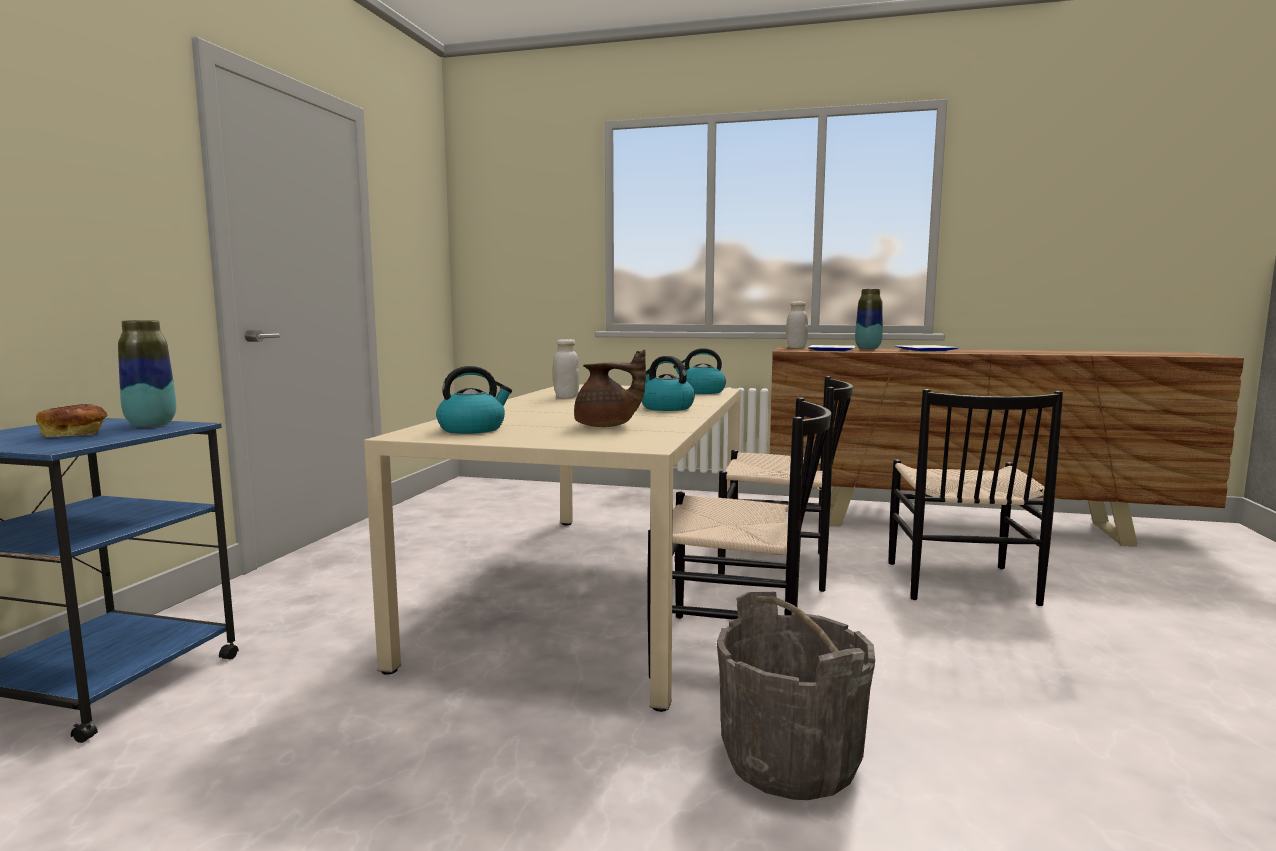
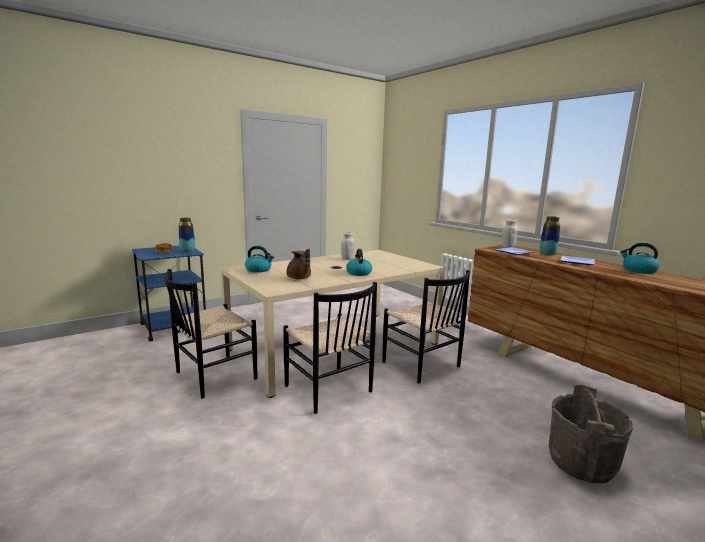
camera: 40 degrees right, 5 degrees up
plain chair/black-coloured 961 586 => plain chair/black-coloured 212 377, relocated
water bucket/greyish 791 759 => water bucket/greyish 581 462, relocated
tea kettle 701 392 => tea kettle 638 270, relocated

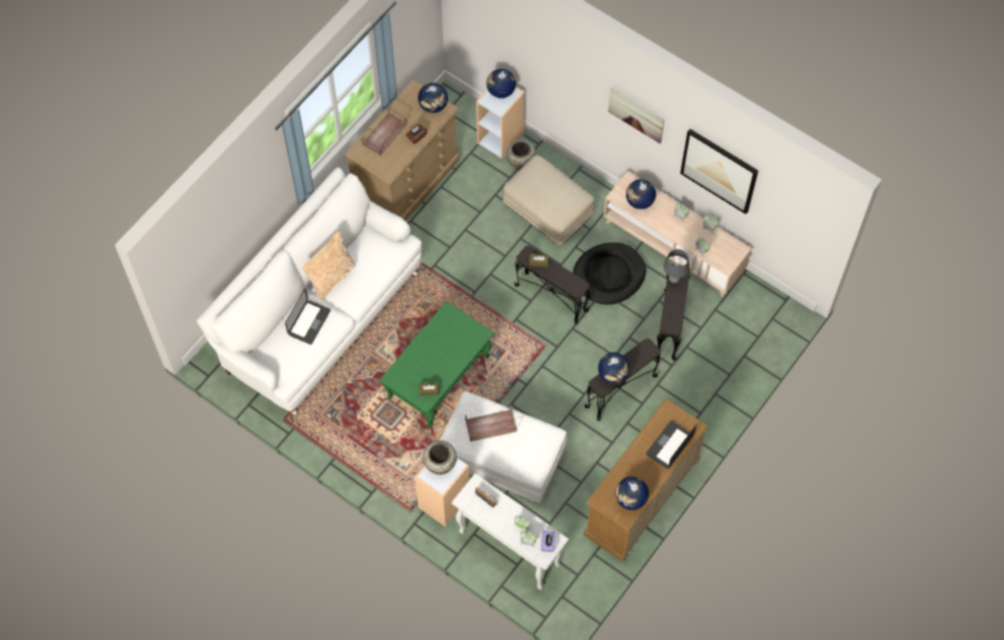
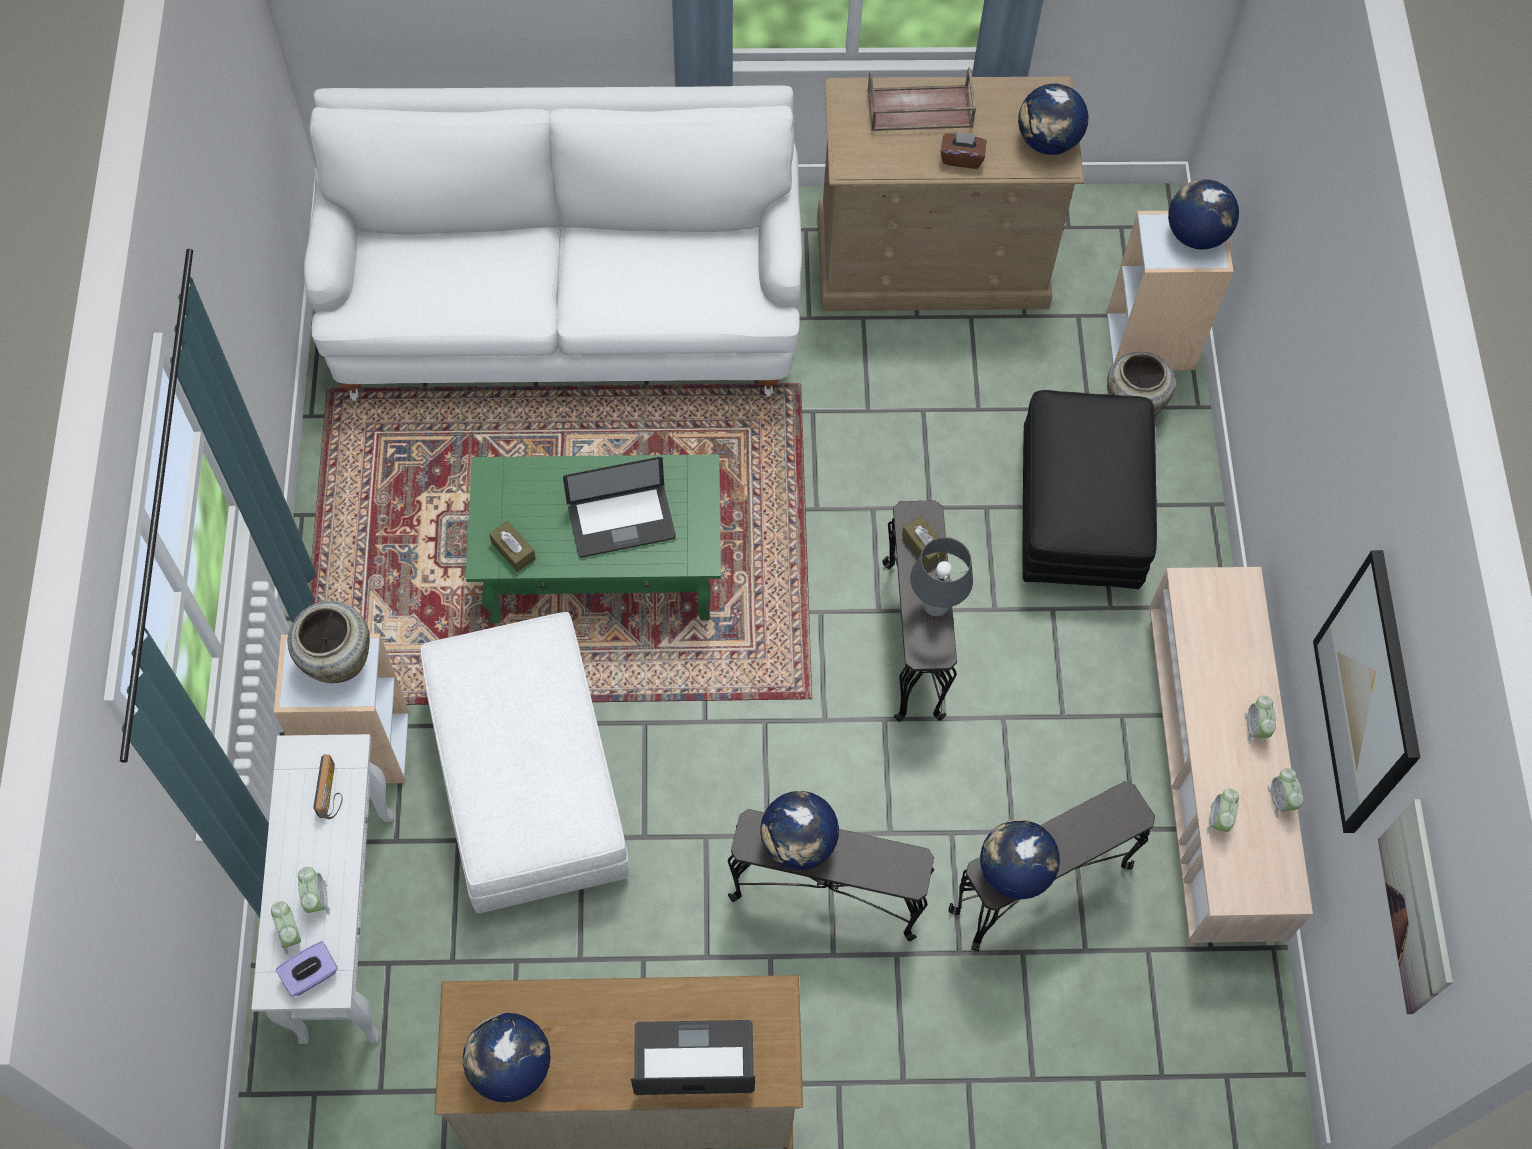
camera: 50 degrees right, 0 degrees up
laptop 309 322 => laptop 621 522, relocated
table lamp/greyish 674 279 => table lamp/greyish 934 606, relocated
world globe 639 201 => world globe 1014 871, relocated
footrest/beige-coloured 547 212 => footrest/black-coloured 1078 514
wall art 636 114 => wall art 1416 907, relocated
throw pillow/beige-coloured 332 278 => nothing
carrying tray/brown-coloured 490 426 => nothing
pet bed/black-coloured 609 275 => nothing

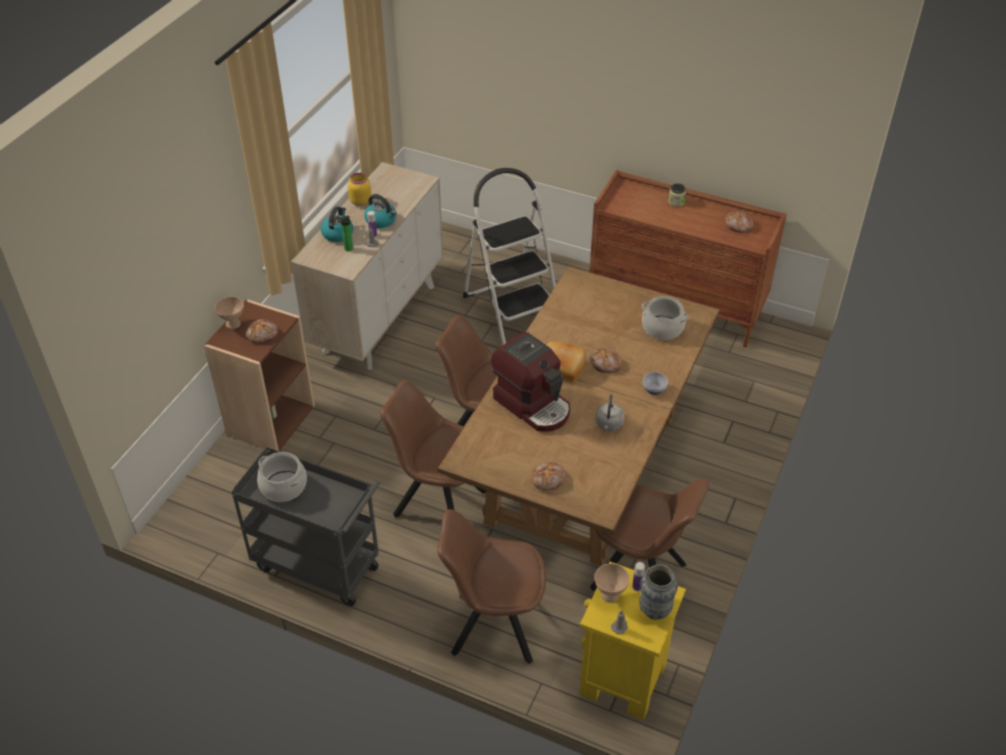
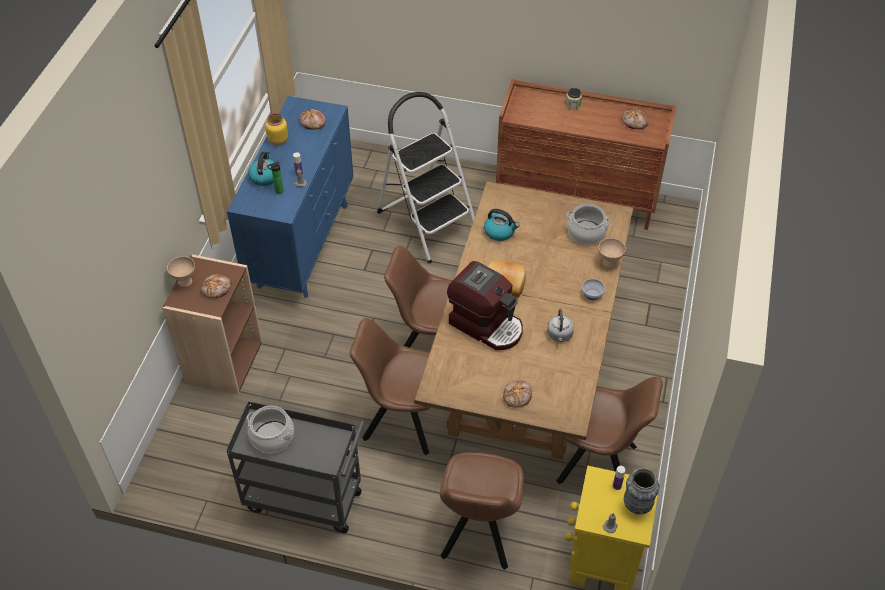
camera: 10 degrees left, 5 degrees up
chest of drawers/white 379 319 => chest of drawers/bluish 302 245
baked bread 605 364 => baked bread 313 123, relocated
plain chair/brown-coloured 494 627 => plain chair/brown-coloured 479 532, 75 degrees counterclockwise
tea kettle 381 220 => tea kettle 500 232, relocated
bowl/beige-coloured 609 594 => bowl/beige-coloured 609 263, relocated

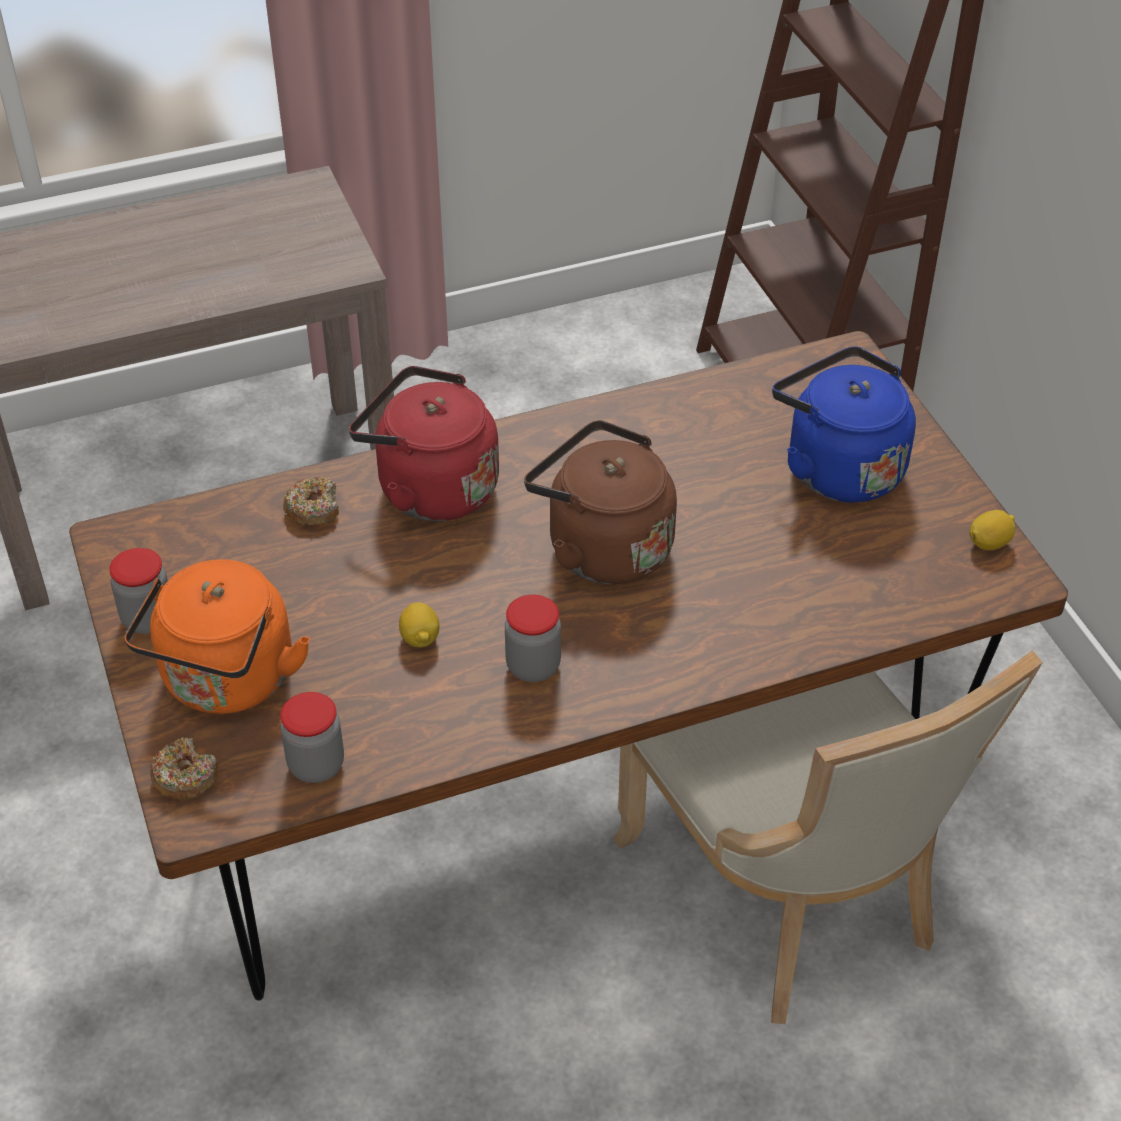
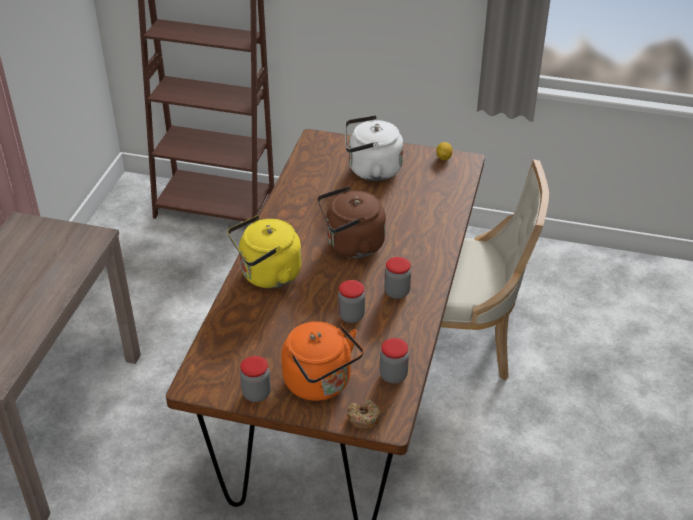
camera: 55 degrees left, 5 degrees down
tea kettle/red 430 488 => tea kettle/yellow 267 275
lemon 420 638 => preserve jar 351 316
tea kettle/bluish 838 467 => tea kettle/white 371 170
donut 313 509 => nothing

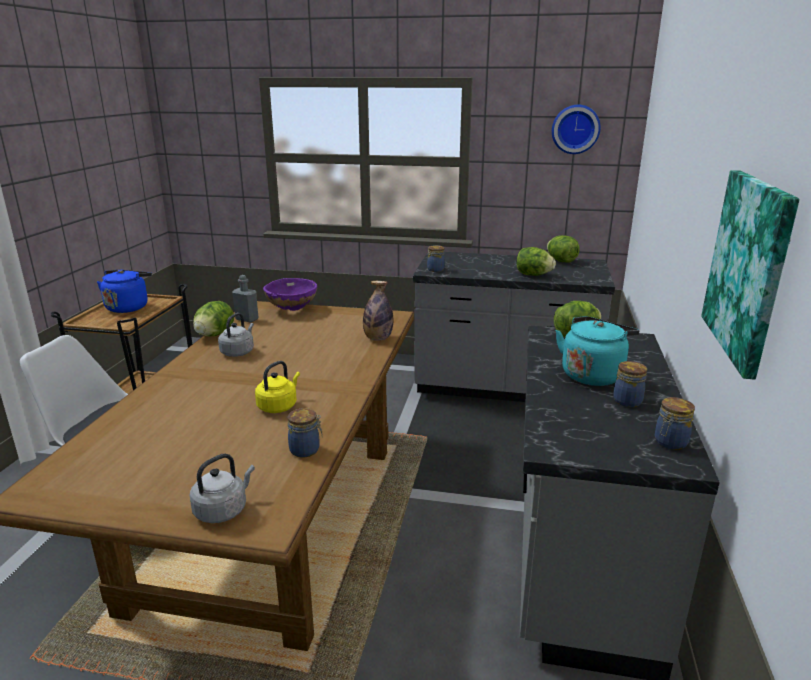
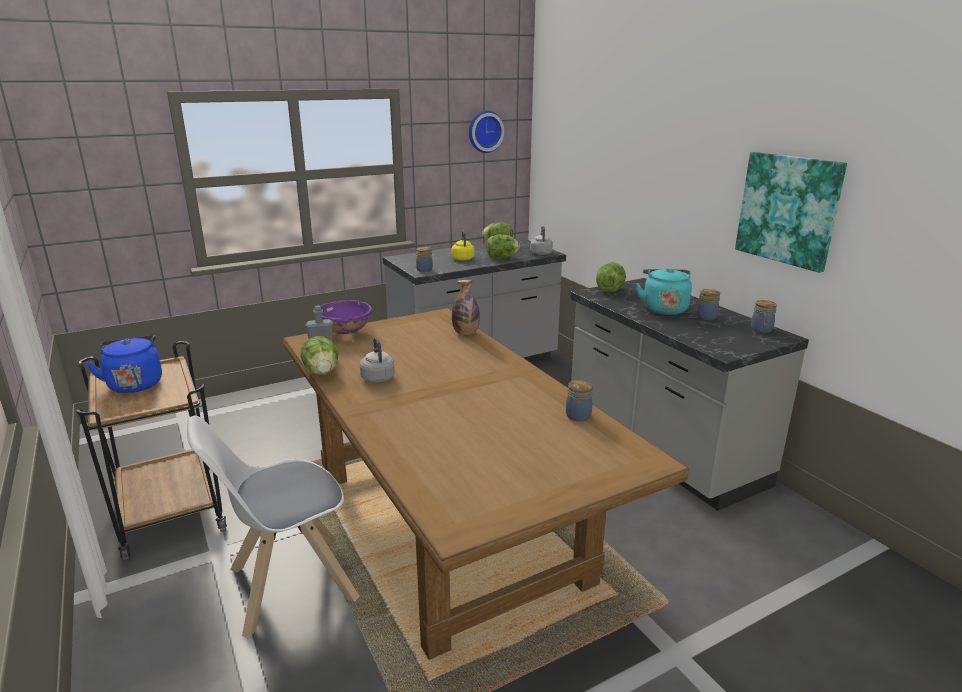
camera: 40 degrees left, 0 degrees up
tea kettle/yellow 279 406 => tea kettle/yellow 462 258, relocated
tea kettle/greyish 223 510 => tea kettle/greyish 541 253, relocated

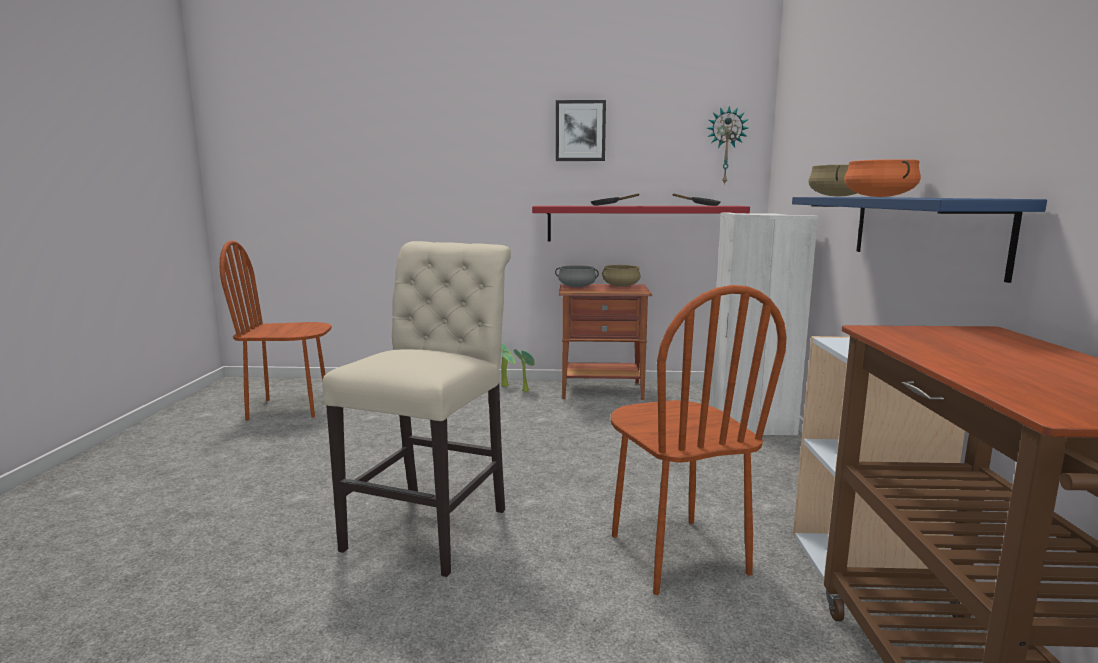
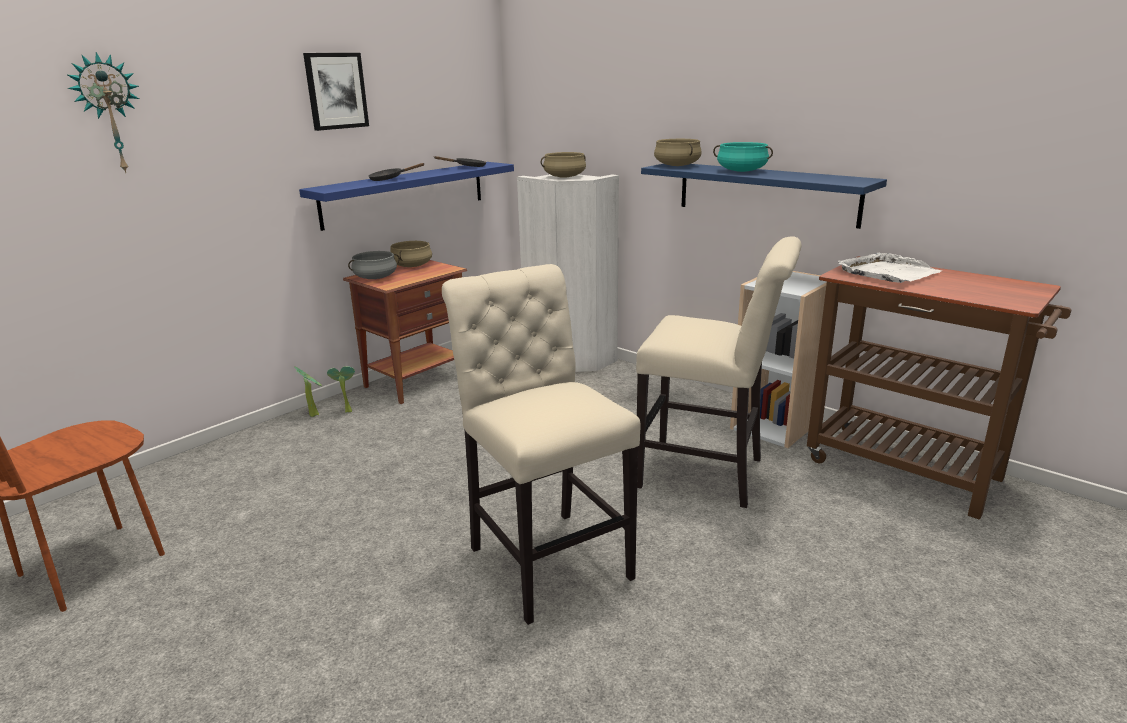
camera: 50 degrees left, 10 degrees up
wall clock 725 146 => wall clock 109 114, relocated
shelf/red 636 223 => shelf/bluish 405 194
nothing => saucepot/beige-coloured 564 177
plain chair/brown-coloured 677 554 => sitting stool/beige-coloured 708 475
saucepot/orangey 878 197 => saucepot/blue-green 741 171
nothing => carrying tray/white 888 272

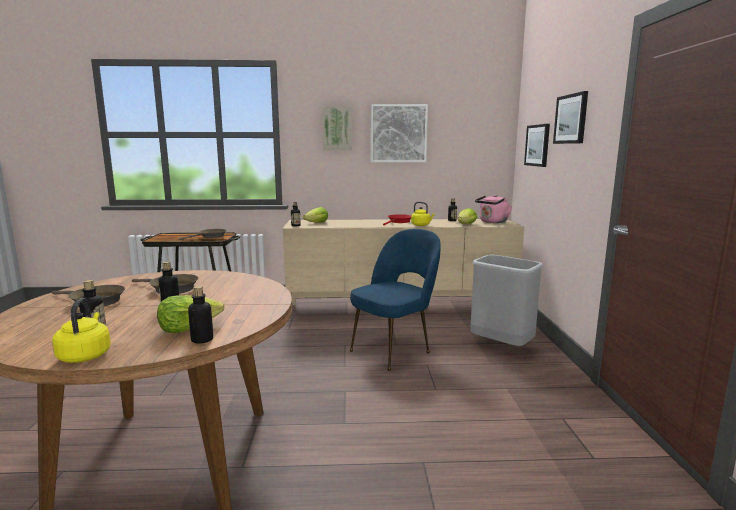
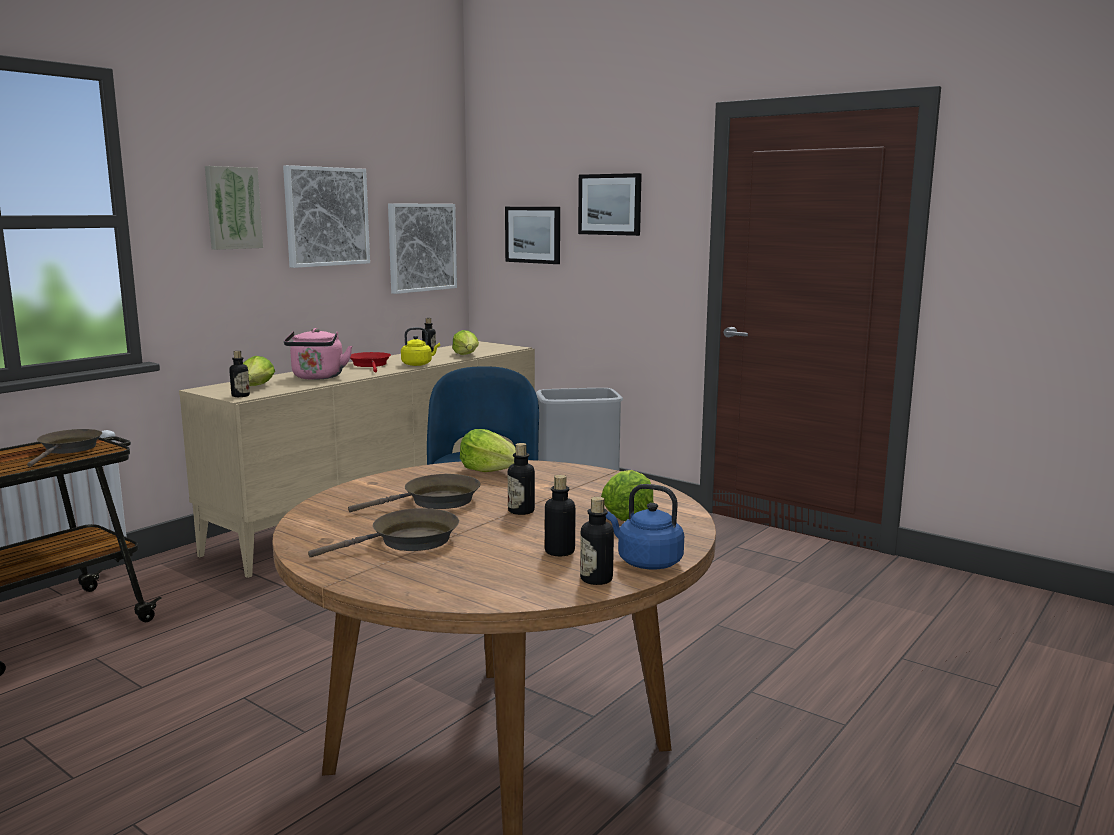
camera: 50 degrees left, 0 degrees up
tea kettle/pink-coloured 492 222 => tea kettle/pink-coloured 317 377, relocated
nothing => wall art 421 247
nothing => lettuce 491 471
drink bottle 202 340 => drink bottle 596 579, relocated
tea kettle/yellow 85 355 => tea kettle/bluish 646 562

